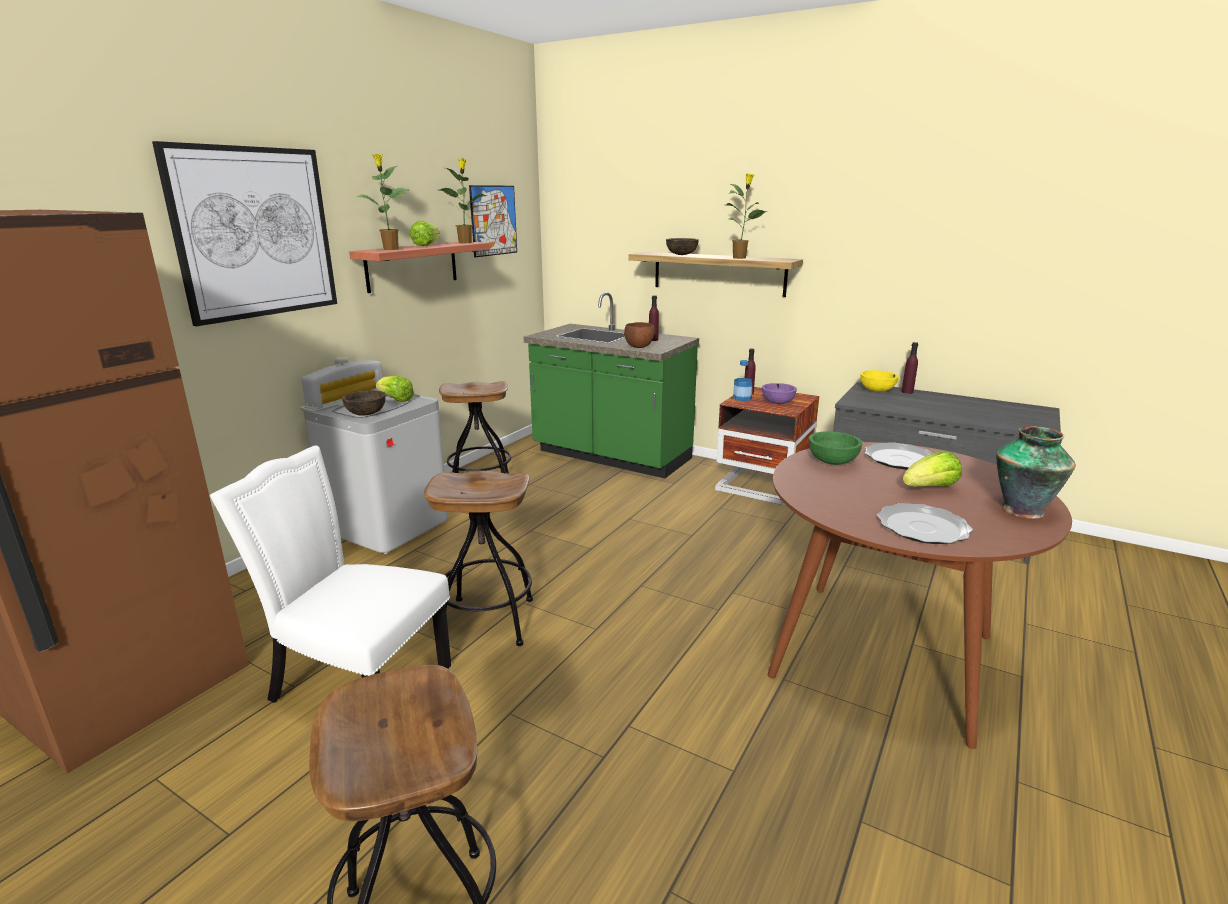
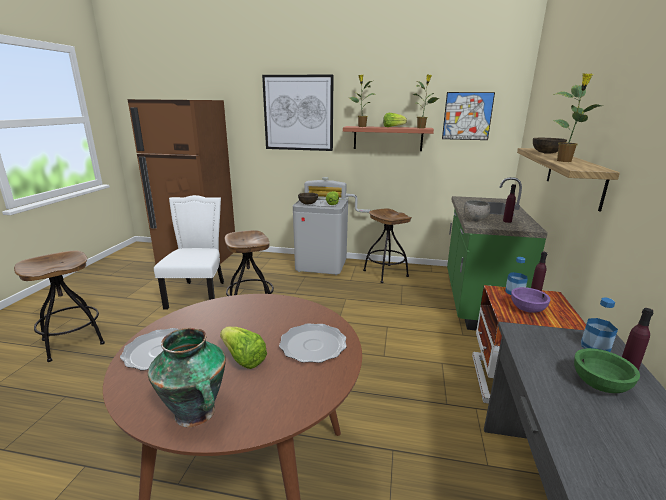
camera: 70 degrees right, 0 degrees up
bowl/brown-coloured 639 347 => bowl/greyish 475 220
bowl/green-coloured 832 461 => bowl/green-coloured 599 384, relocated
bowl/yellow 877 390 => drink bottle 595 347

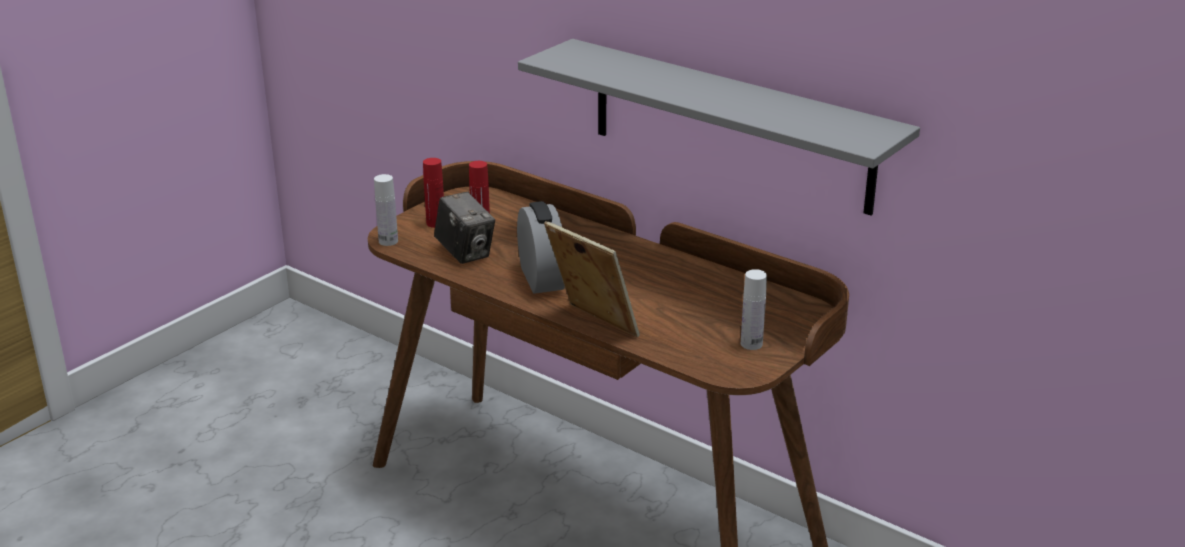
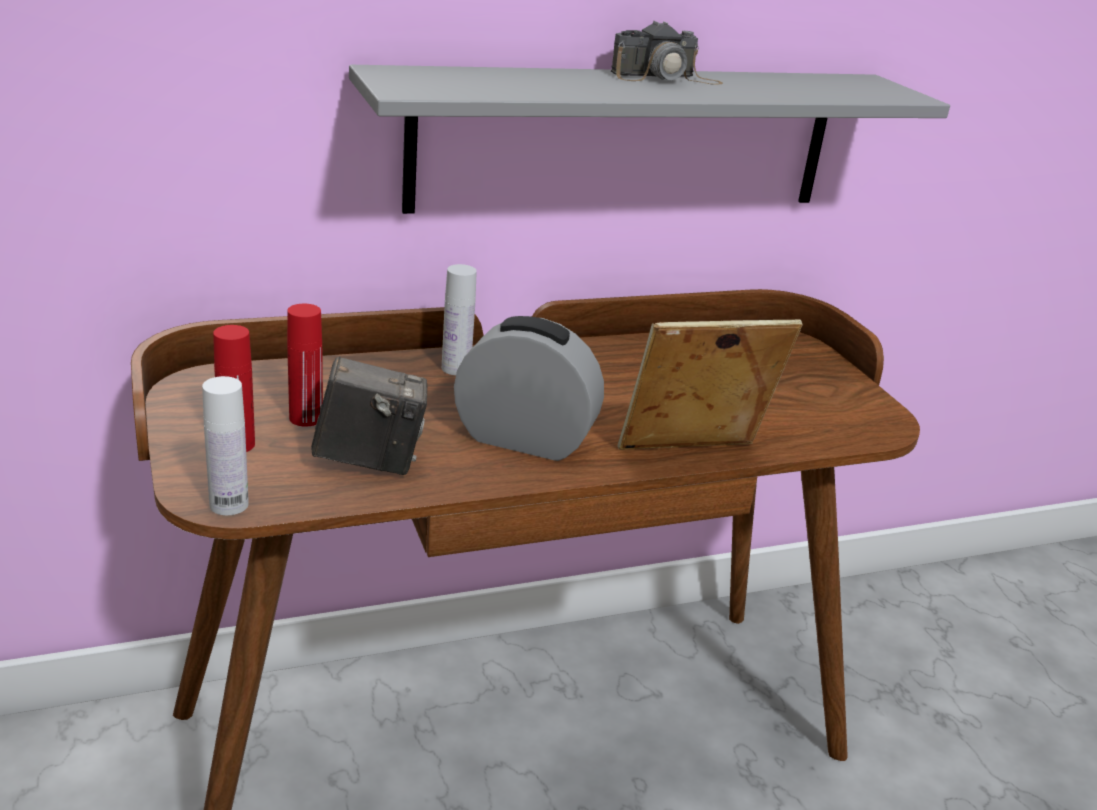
camera: 60 degrees left, 0 degrees up
drink bottle/white 751 344 => drink bottle/white 456 368, relocated
nothing => still camera 666 78

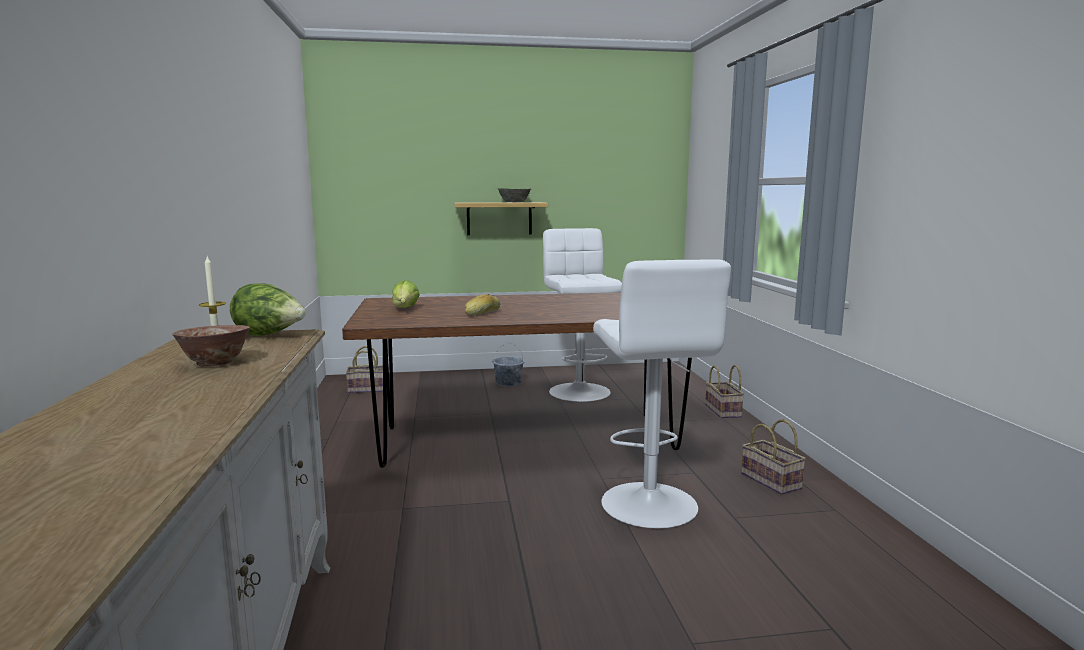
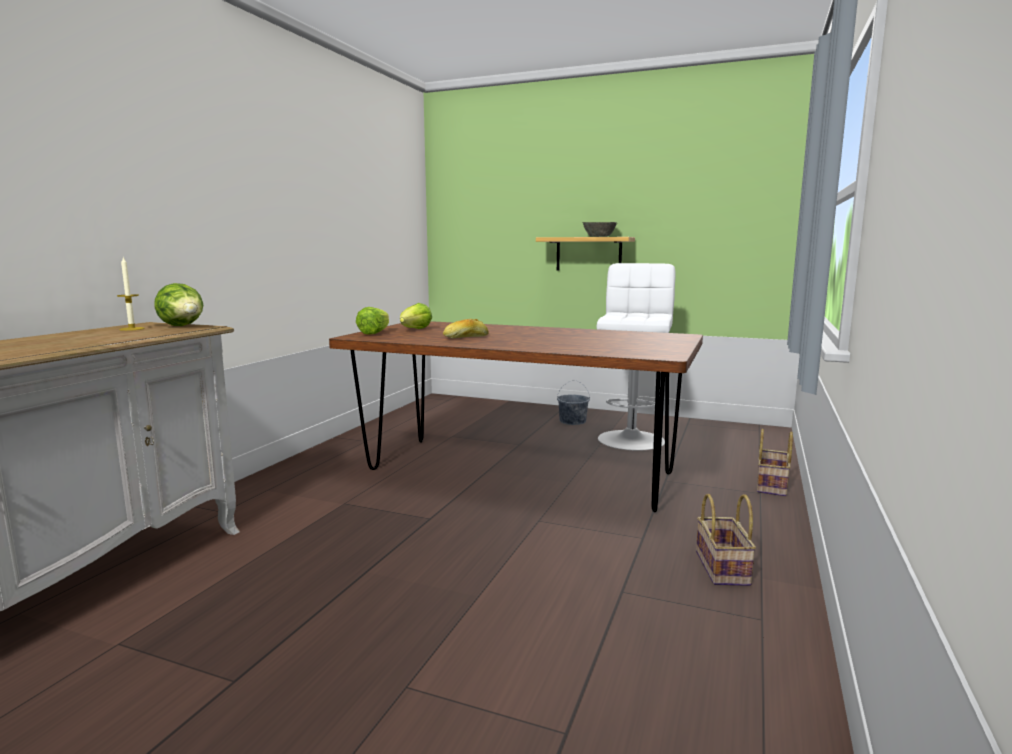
camera: 30 degrees right, 0 degrees up
nothing => lettuce 374 333
bowl 215 363 => nothing
basket 368 389 => nothing
sitting stool/white 648 505 => nothing

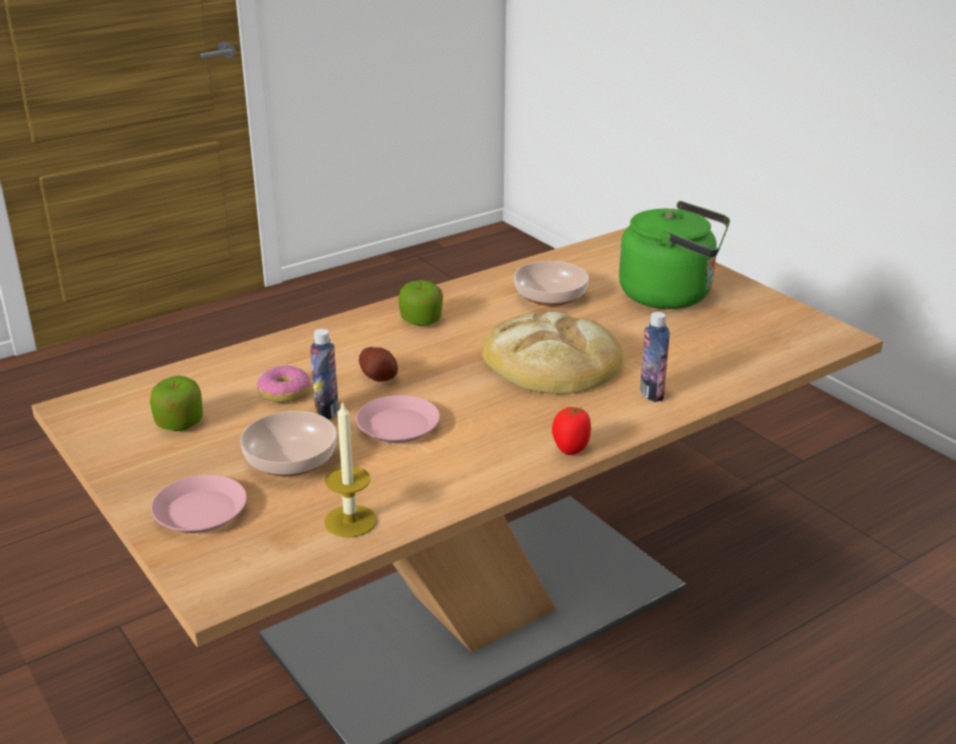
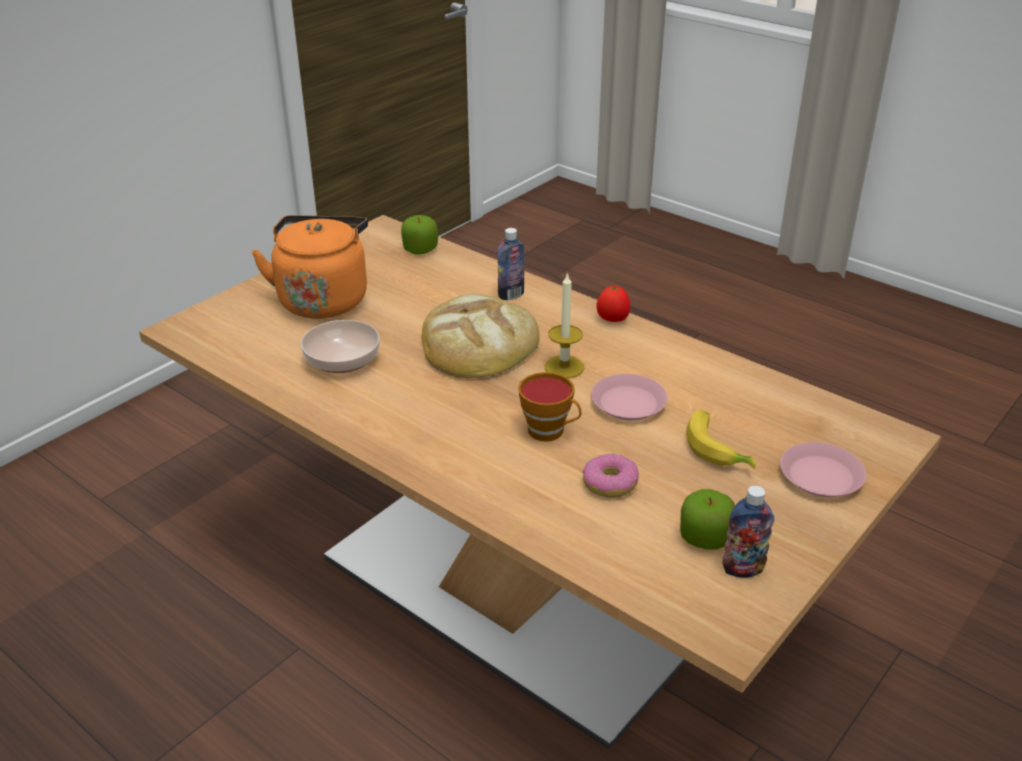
camera: 105 degrees left, 5 degrees up
tea kettle/green-coloured 671 295 => tea kettle/orangey 323 299
apple 421 321 => apple 420 249, relocated
potato 379 377 => drinking cup 550 431
wax candle 350 521 => wax candle 564 367, relocated
bowl 289 461 => banana 718 449
drink bottle 327 412 => drink bottle 743 569, relocated

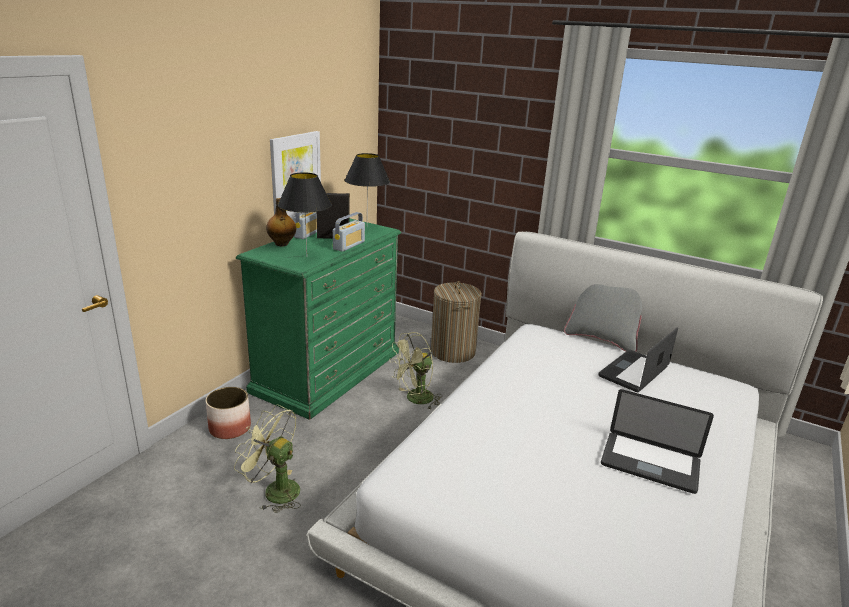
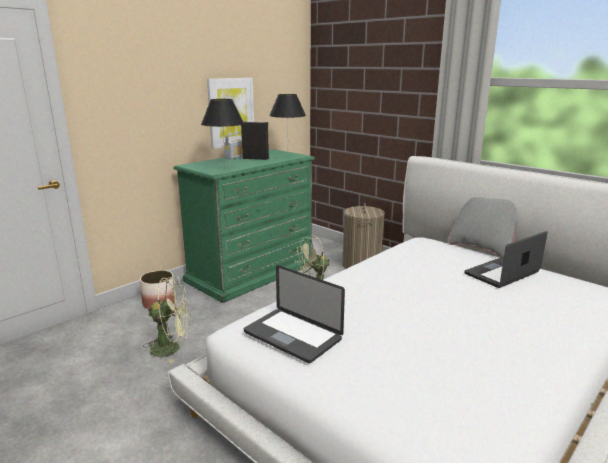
camera: 15 degrees right, 5 degrees down
fan/green-coloured 274 490 => fan/green-coloured 172 348, 135 degrees clockwise
laptop 650 463 => laptop 292 336, relocated
drink bottle 281 244 => nothing
radio set 349 245 => nothing

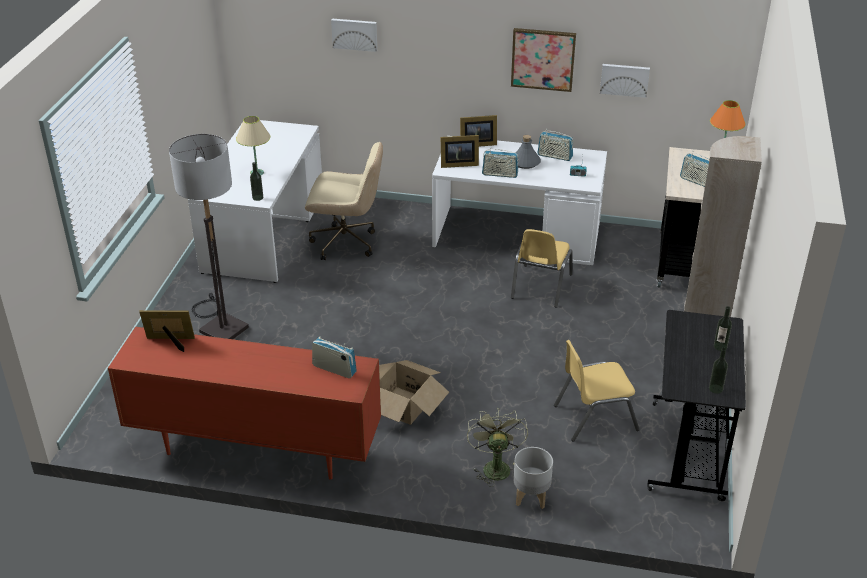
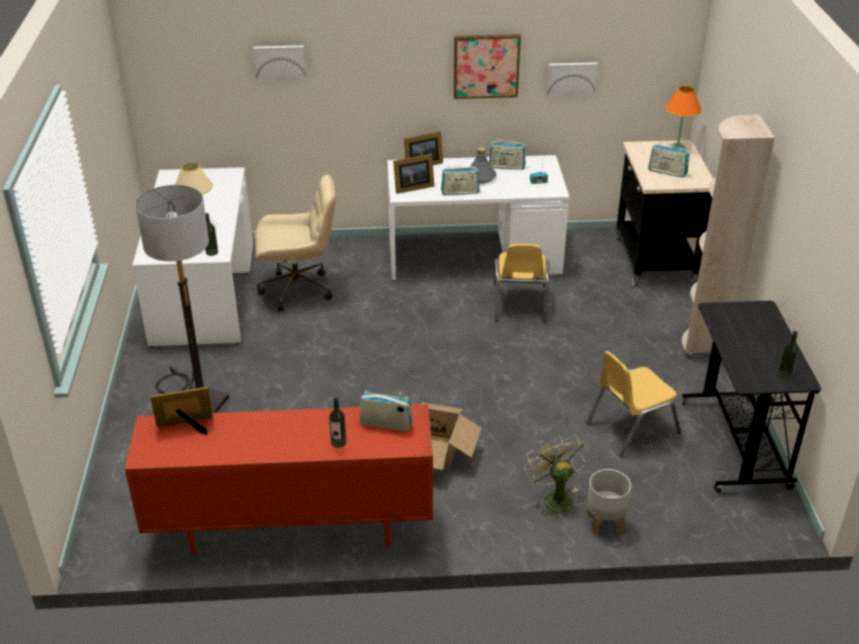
camera: 15 degrees left, 0 degrees up
drink bottle 720 346 => drink bottle 338 442, relocated

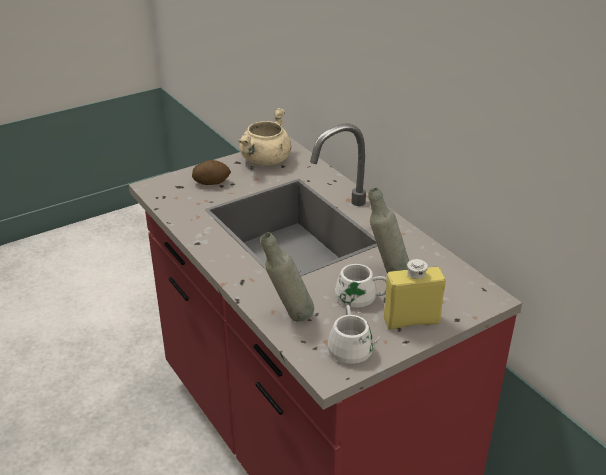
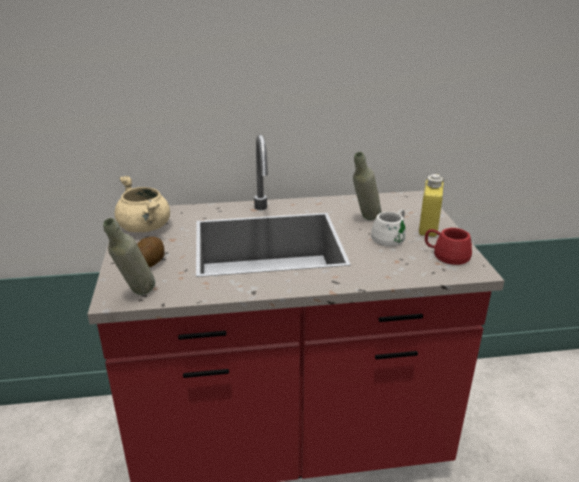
camera: 65 degrees left, 5 degrees down
drink bottle/greyish 288 317 => drink bottle/greyish 136 296, relocated
coffee mug/white 354 345 => coffee mug/red 447 253

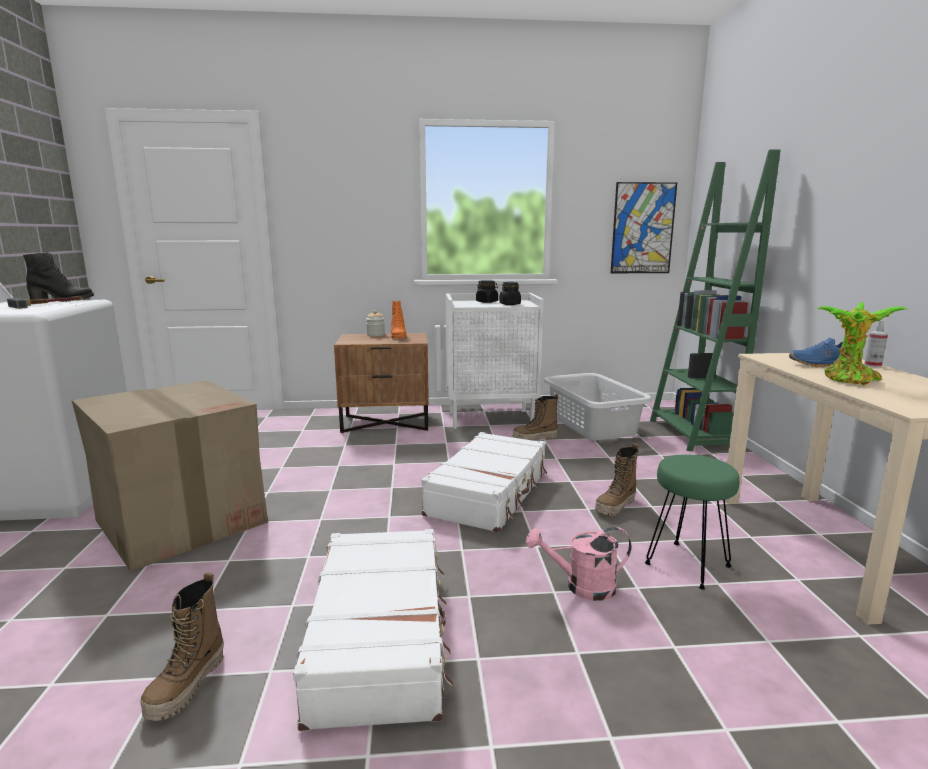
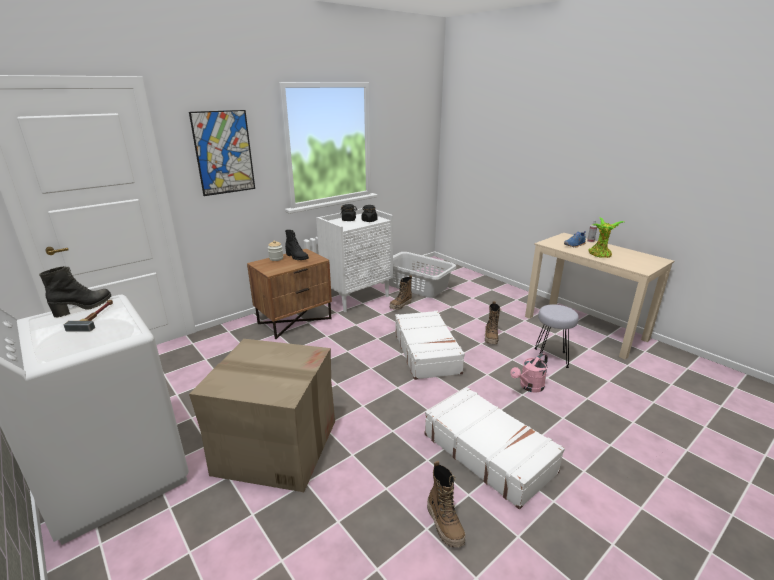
camera: 35 degrees left, 10 degrees up
wall art 643 228 => wall art 224 153, relocated
tall boot/orangey 398 337 => tall boot/black-coloured 296 257
sitting stool/green-coloured 686 564 => sitting stool/greyish 550 358
shelving unit/green-coloured 692 434 => nothing

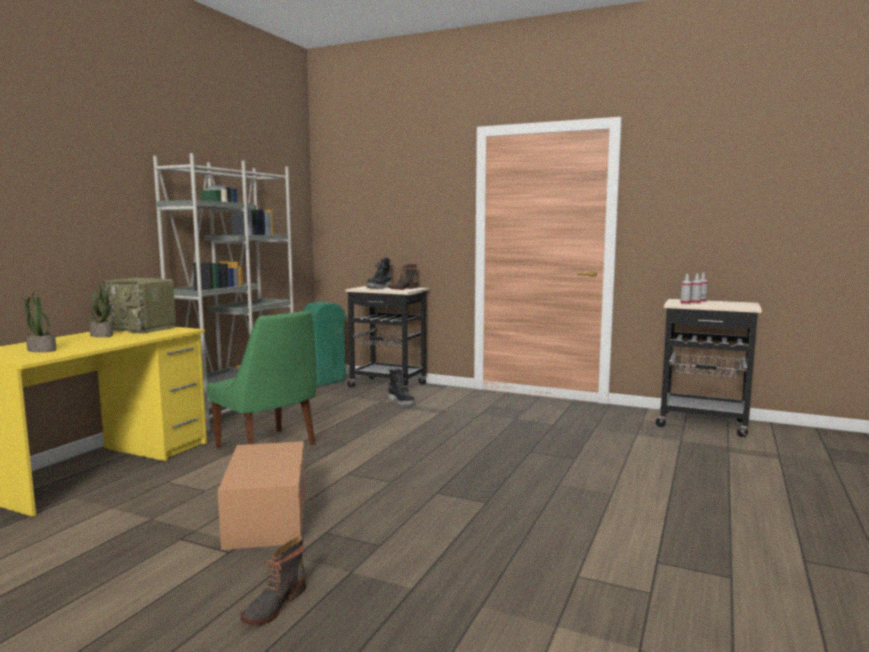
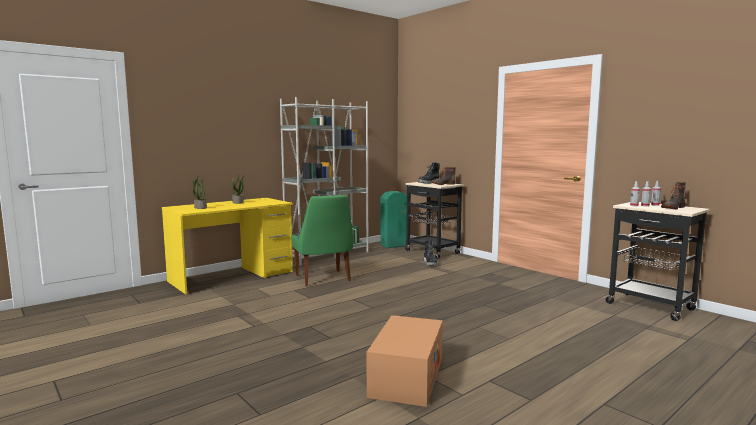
camera: 25 degrees right, 0 degrees up
carton 267 517 => carton 406 377, relocated
tall boot 273 605 => tall boot 672 208, relocated
radio set 142 328 => nothing

